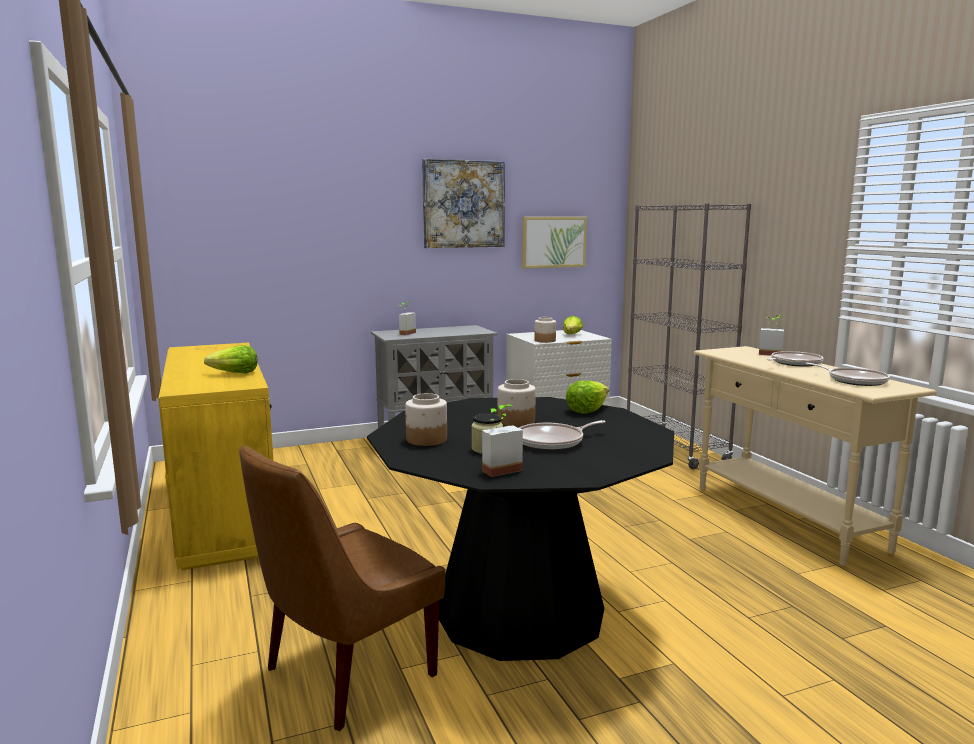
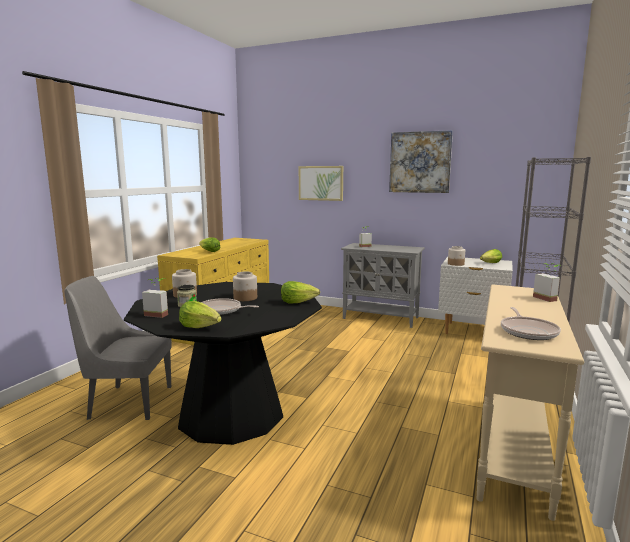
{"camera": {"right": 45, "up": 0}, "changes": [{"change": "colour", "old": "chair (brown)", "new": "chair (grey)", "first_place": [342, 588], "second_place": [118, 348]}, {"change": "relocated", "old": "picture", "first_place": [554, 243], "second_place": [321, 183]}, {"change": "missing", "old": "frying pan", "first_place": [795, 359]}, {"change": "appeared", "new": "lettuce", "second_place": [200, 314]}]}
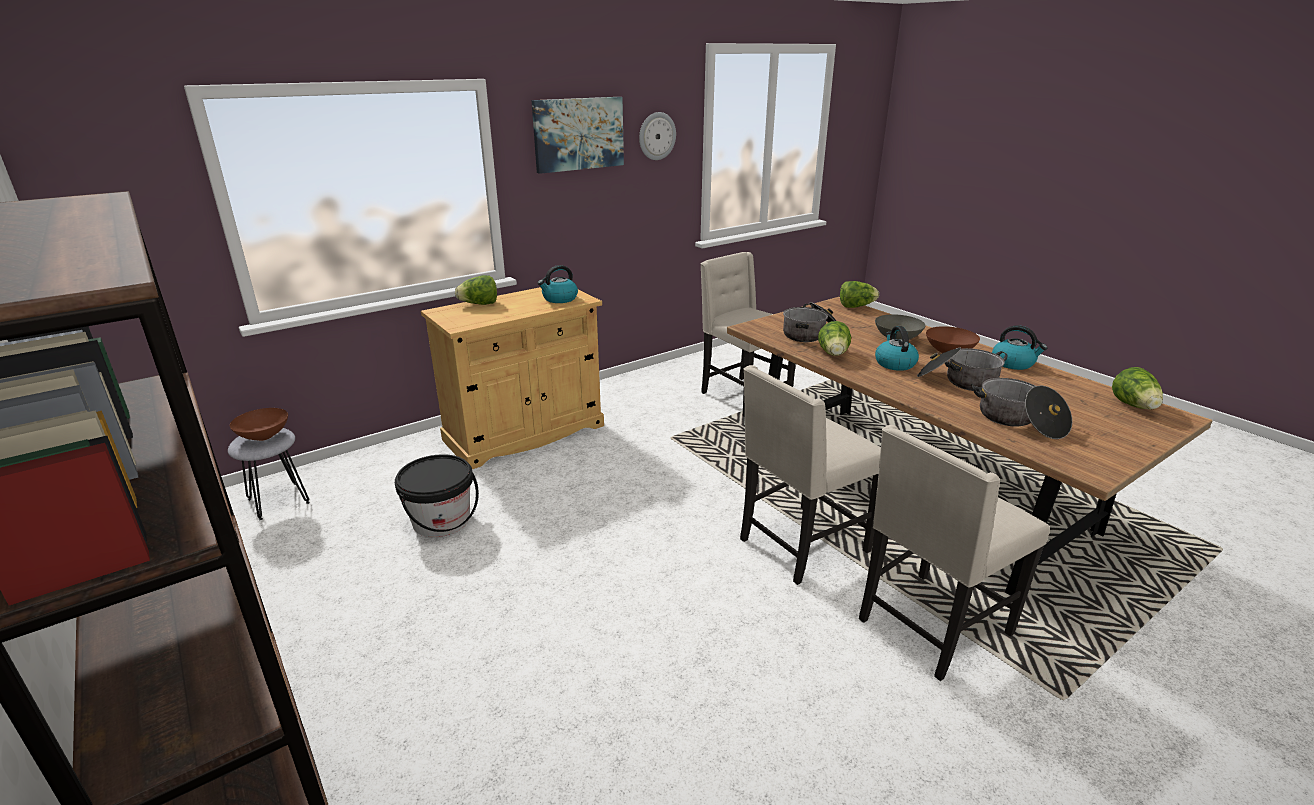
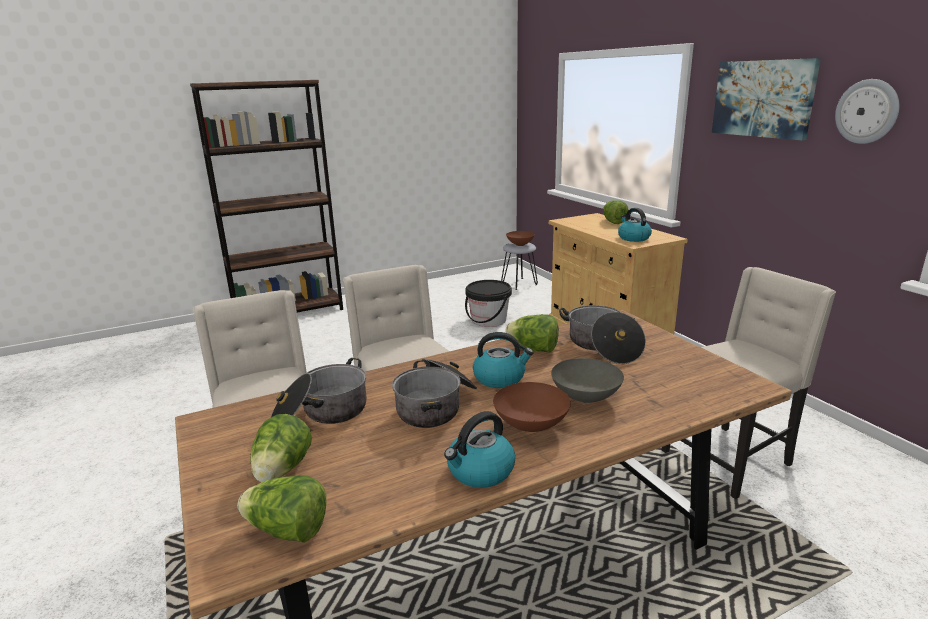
{"camera": {"right": 100, "up": -5}, "changes": [{"change": "relocated", "old": "lettuce", "first_place": [859, 294], "second_place": [281, 448]}]}
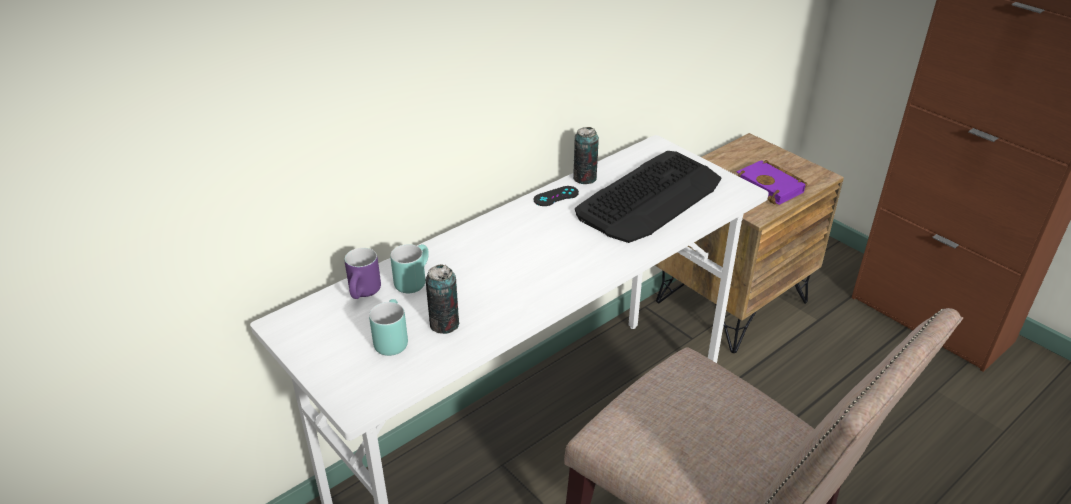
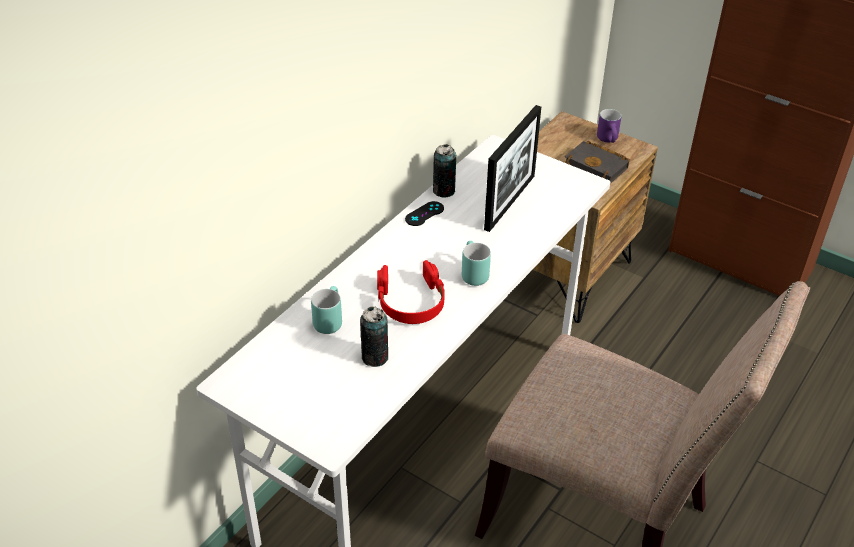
{"camera": {"right": -15, "up": 5}, "changes": [{"change": "relocated", "old": "mug (purple)", "first_place": [363, 273], "second_place": [609, 126]}, {"change": "relocated", "old": "mug (turquoise)", "first_place": [388, 327], "second_place": [476, 263]}, {"change": "exchanged", "old": "keyboard", "new": "picture frame", "first_place": [648, 197], "second_place": [512, 168]}, {"change": "colour", "old": "book (purple)", "new": "book (black)", "first_place": [772, 182], "second_place": [597, 162]}, {"change": "appeared", "new": "headphones (red)", "second_place": [411, 292]}]}
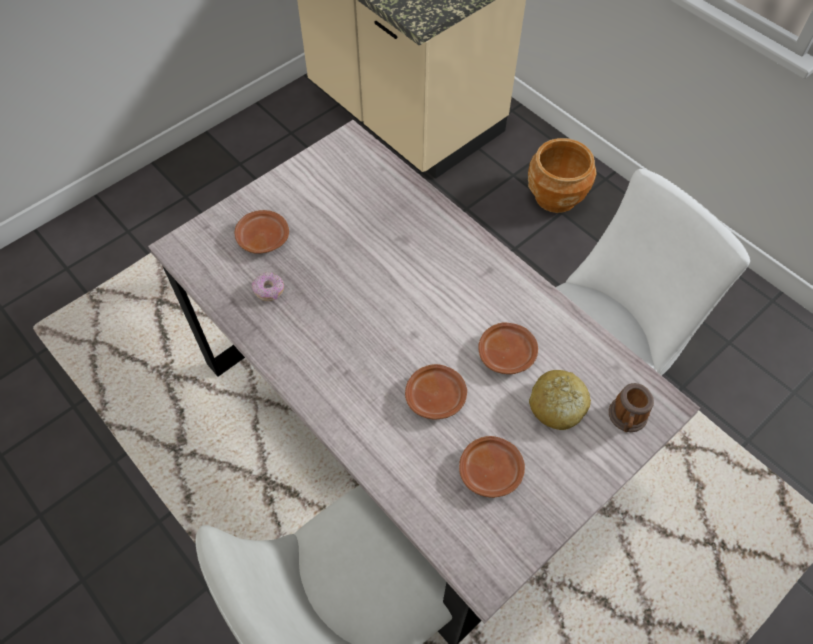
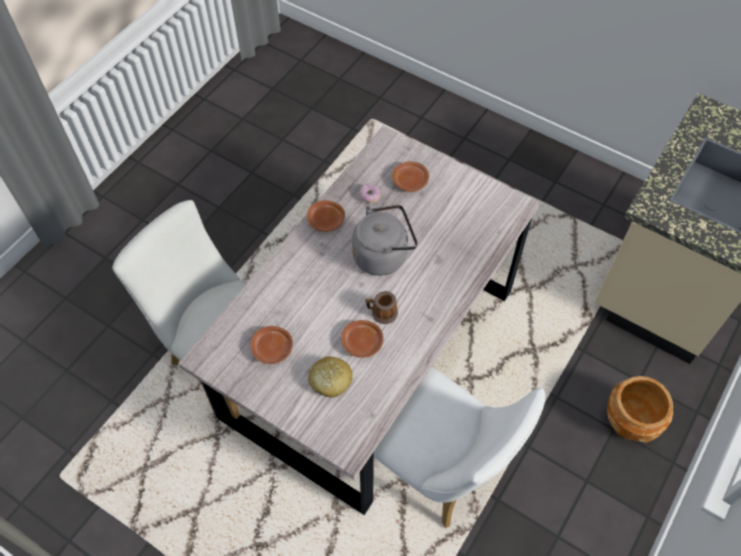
{"camera": {"right": 75, "up": 0}, "changes": [{"change": "relocated", "old": "plate (brown)", "first_place": [436, 392], "second_place": [326, 216]}, {"change": "relocated", "old": "mug", "first_place": [631, 407], "second_place": [381, 307]}, {"change": "appeared", "new": "kettle (grey)", "second_place": [385, 240]}]}
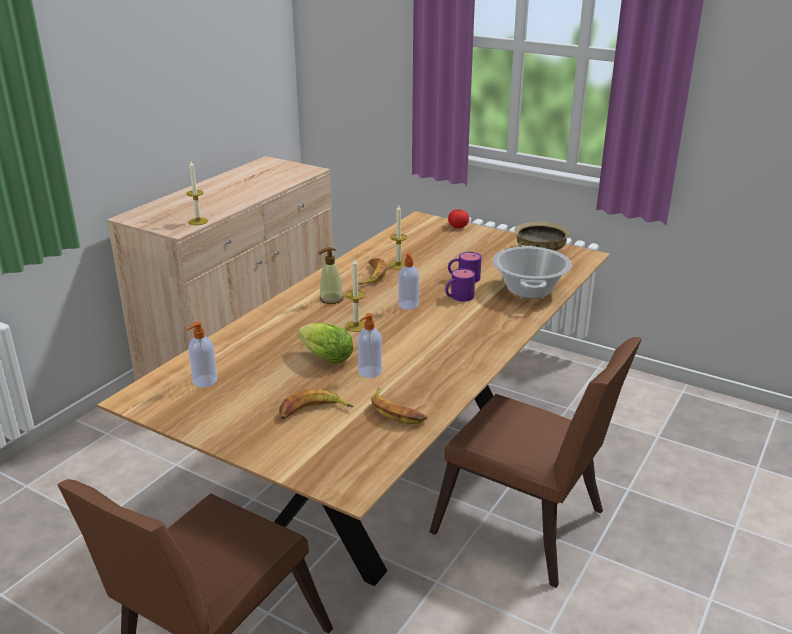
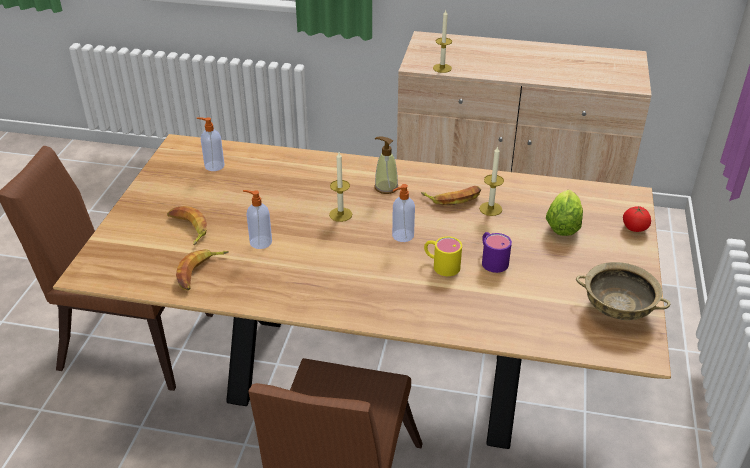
{"camera": {"right": 70, "up": 10}, "changes": [{"change": "relocated", "old": "lettuce", "first_place": [325, 343], "second_place": [564, 213]}, {"change": "colour", "old": "mug (purple)", "new": "mug (yellow)", "first_place": [460, 285], "second_place": [443, 256]}, {"change": "missing", "old": "cooking pot", "first_place": [532, 272]}]}
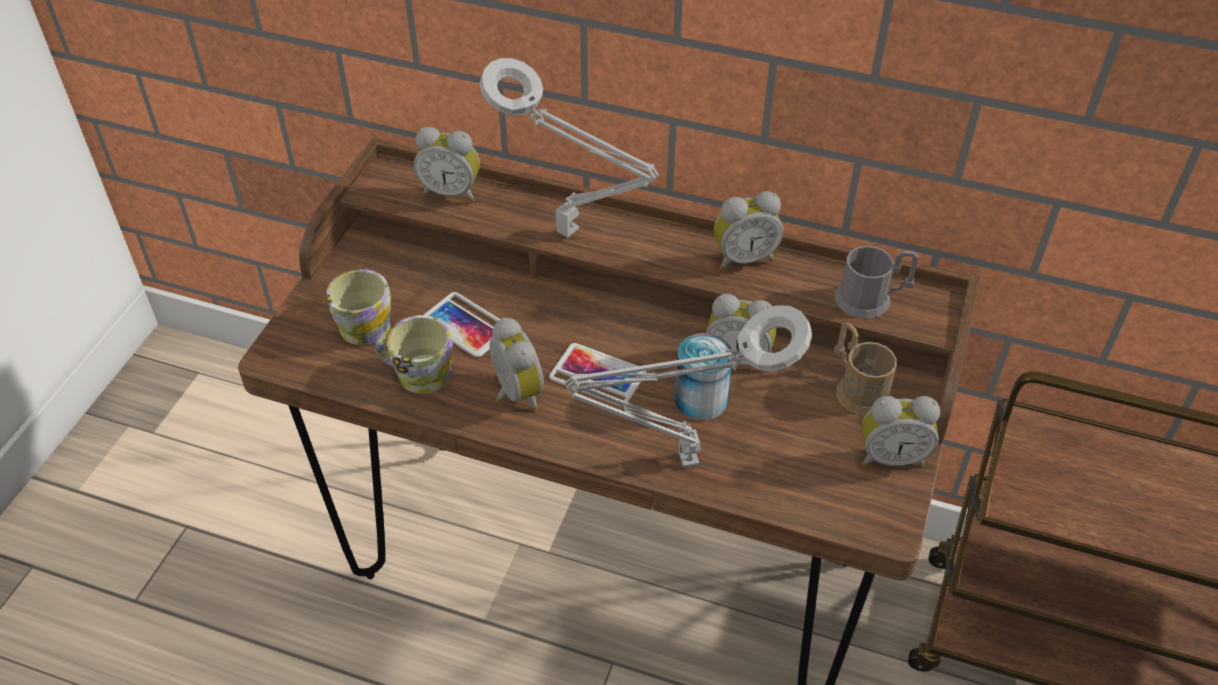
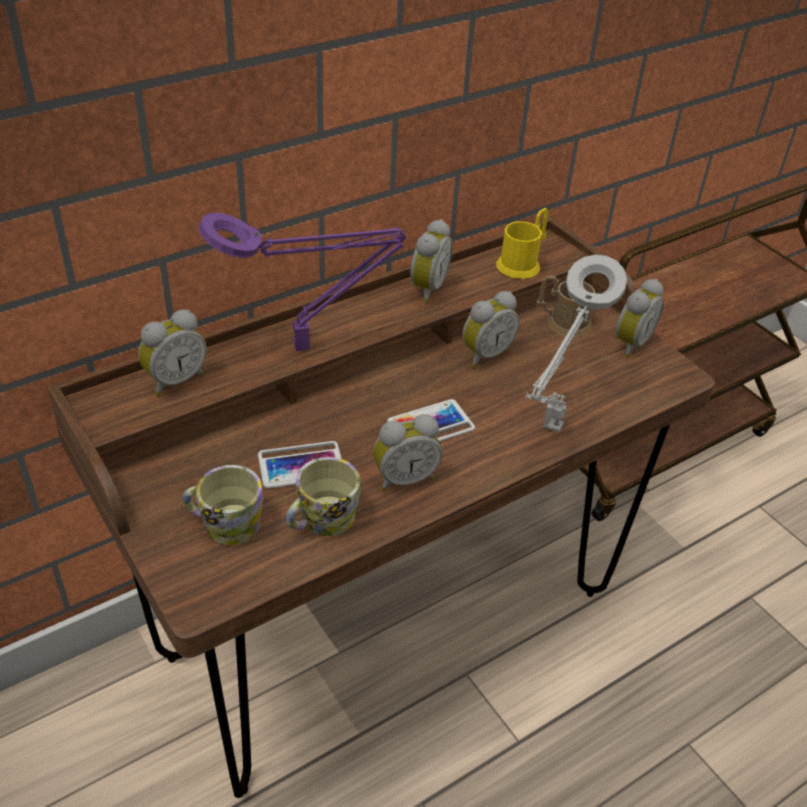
{"camera": {"right": -55, "up": -5}, "changes": [{"change": "colour", "old": "table lamp (grey)", "new": "table lamp (purple)", "first_place": [569, 148], "second_place": [302, 282]}, {"change": "spun", "old": "alarm clock", "first_place": [516, 364], "second_place": [407, 452], "degrees": 150}, {"change": "missing", "old": "can", "first_place": [703, 377]}, {"change": "colour", "old": "mug (grey)", "new": "mug (yellow)", "first_place": [876, 282], "second_place": [522, 243]}]}
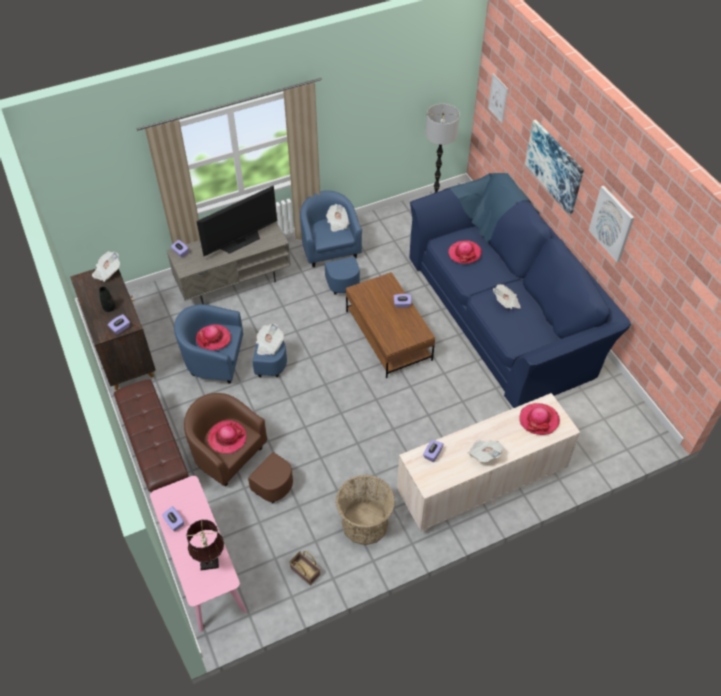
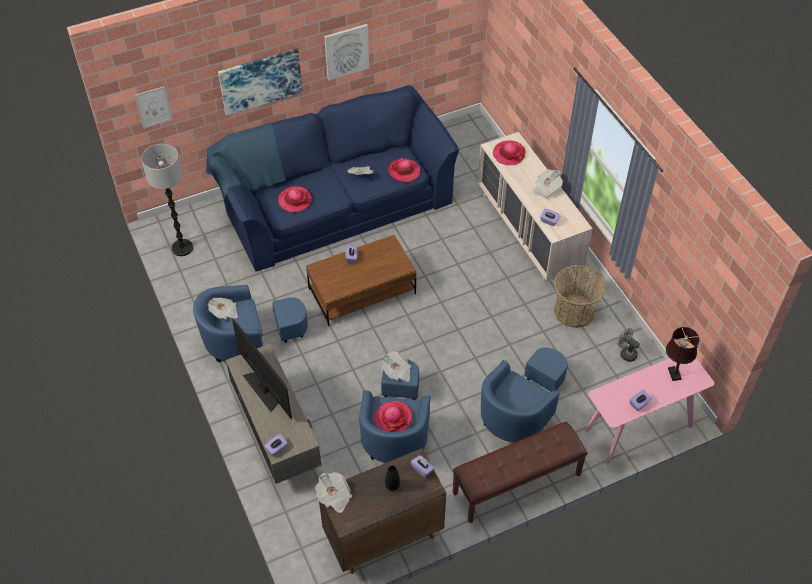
{"camera": {"right": -90, "up": 0}, "changes": [{"change": "colour", "old": "armchair (brown)", "new": "armchair (blue)", "first_place": [238, 448], "second_place": [524, 395]}, {"change": "relocated", "old": "hat", "first_place": [227, 437], "second_place": [404, 170]}, {"change": "exchanged", "old": "basket", "new": "fan (grey)", "first_place": [304, 568], "second_place": [628, 345]}]}
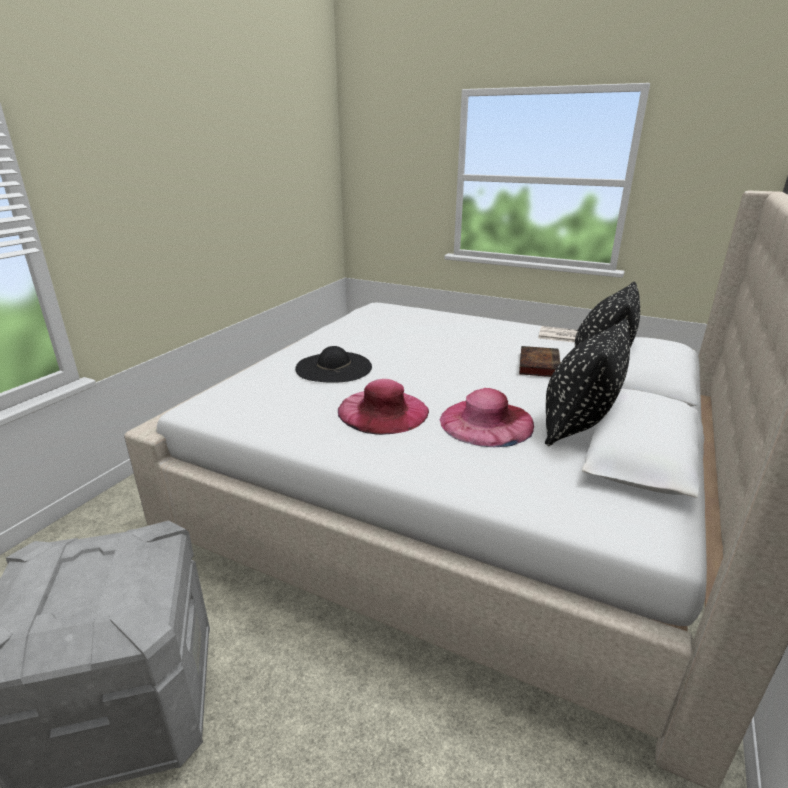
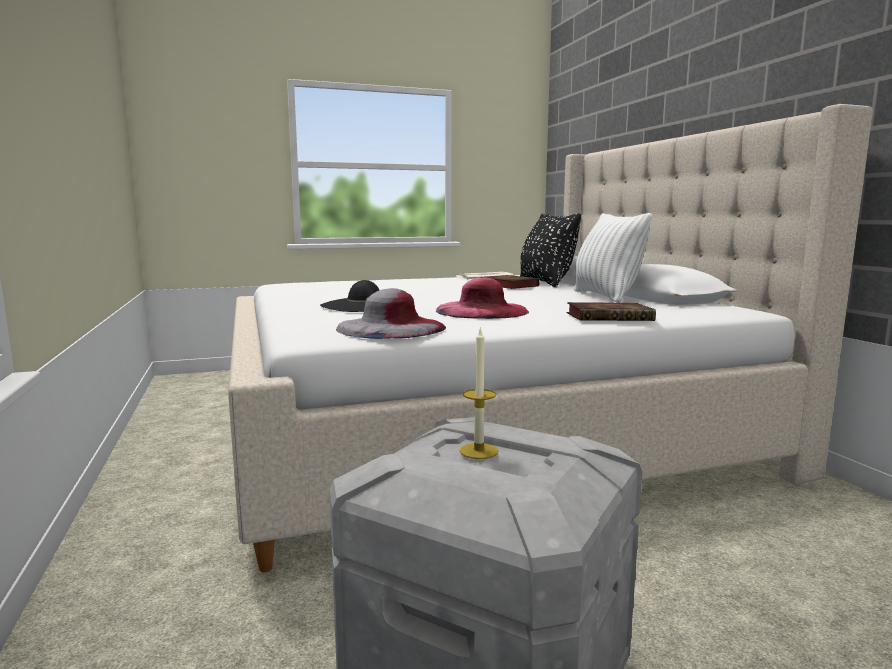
{"camera": {"right": -45, "up": -15}, "changes": [{"change": "missing", "old": "hat (pink)", "first_place": [486, 417]}, {"change": "colour", "old": "pillow (black)", "new": "pillow (white)", "first_place": [587, 382], "second_place": [613, 258]}, {"change": "appeared", "new": "hat (grey)", "second_place": [391, 313]}, {"change": "appeared", "new": "candle", "second_place": [478, 393]}, {"change": "appeared", "new": "book", "second_place": [611, 311]}]}
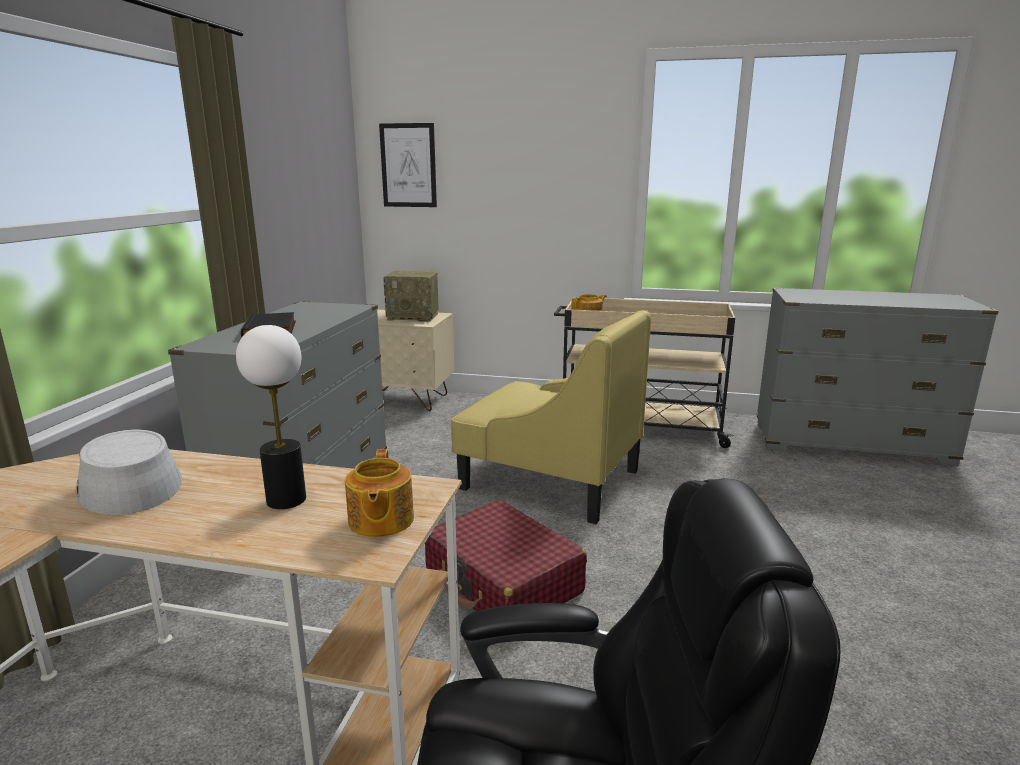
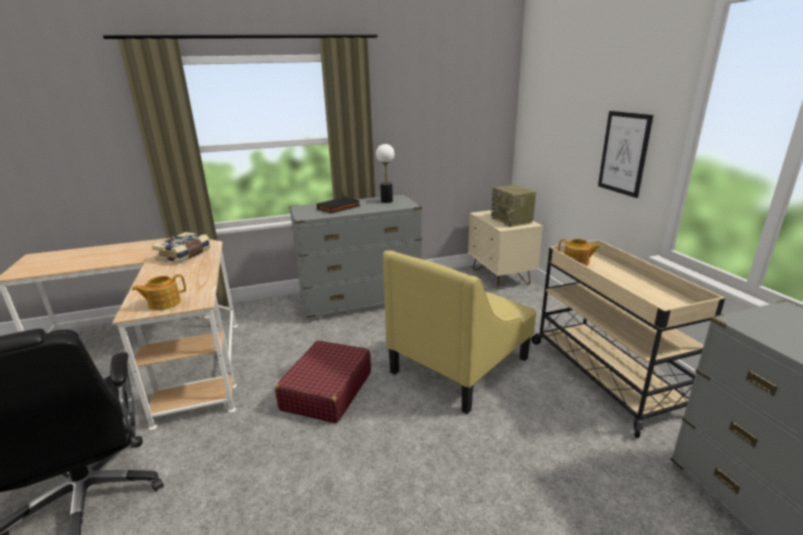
{"camera": {"right": 60, "up": 5}, "changes": [{"change": "exchanged", "old": "hat (grey)", "new": "book", "first_place": [129, 472], "second_place": [181, 248]}, {"change": "relocated", "old": "table lamp", "first_place": [271, 417], "second_place": [385, 173]}, {"change": "relocated", "old": "picture", "first_place": [408, 165], "second_place": [625, 154]}, {"change": "spun", "old": "armchair (yellow)", "first_place": [551, 417], "second_place": [459, 332], "degrees": 45}]}
